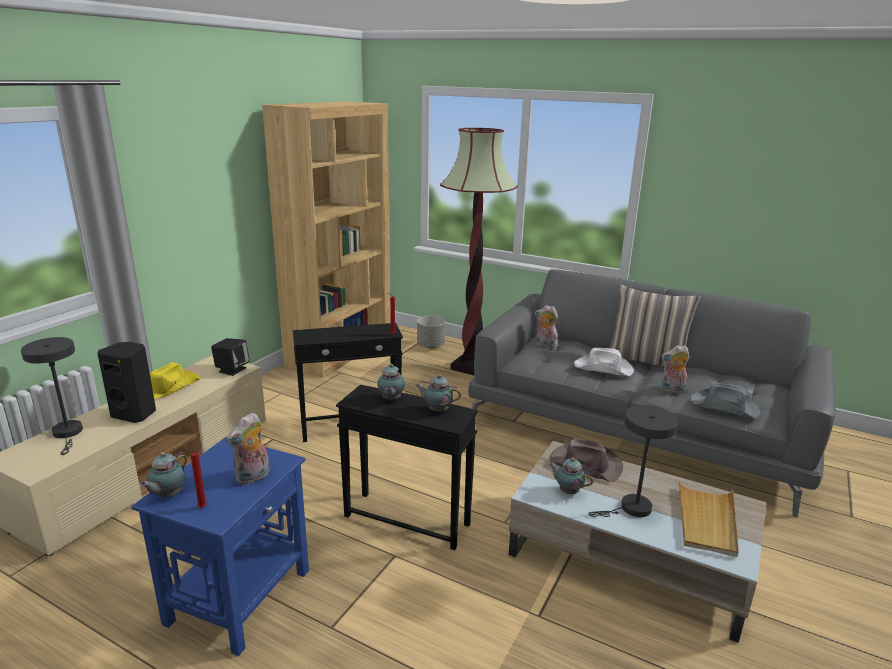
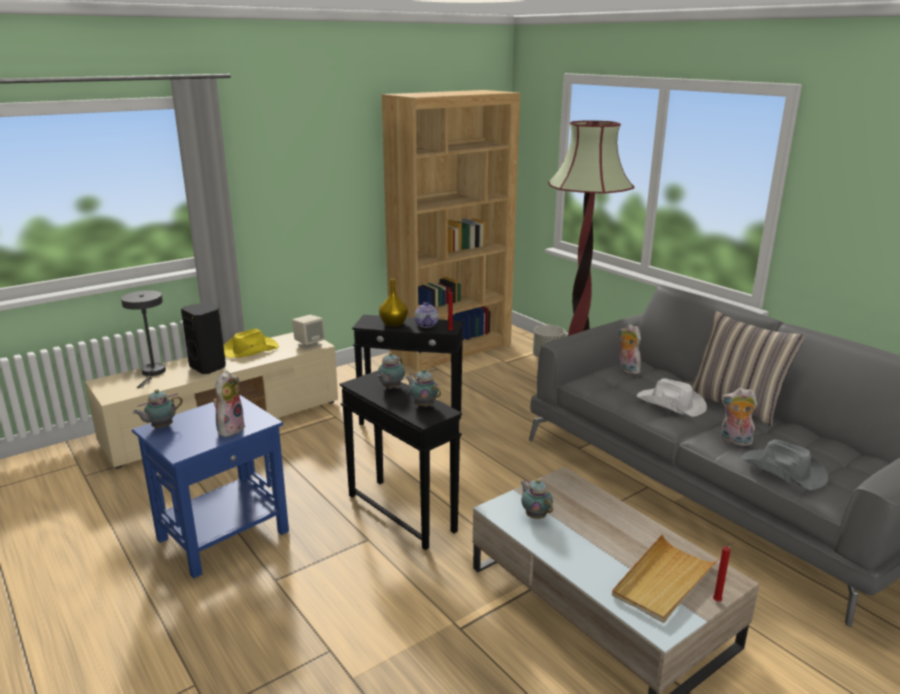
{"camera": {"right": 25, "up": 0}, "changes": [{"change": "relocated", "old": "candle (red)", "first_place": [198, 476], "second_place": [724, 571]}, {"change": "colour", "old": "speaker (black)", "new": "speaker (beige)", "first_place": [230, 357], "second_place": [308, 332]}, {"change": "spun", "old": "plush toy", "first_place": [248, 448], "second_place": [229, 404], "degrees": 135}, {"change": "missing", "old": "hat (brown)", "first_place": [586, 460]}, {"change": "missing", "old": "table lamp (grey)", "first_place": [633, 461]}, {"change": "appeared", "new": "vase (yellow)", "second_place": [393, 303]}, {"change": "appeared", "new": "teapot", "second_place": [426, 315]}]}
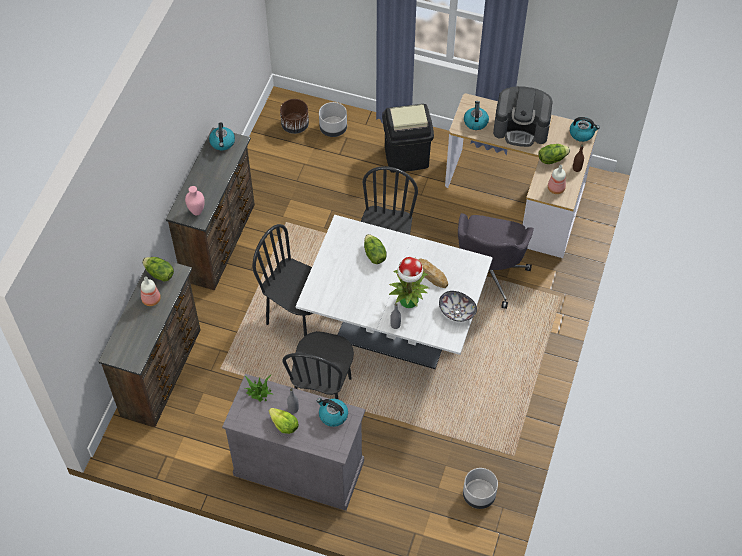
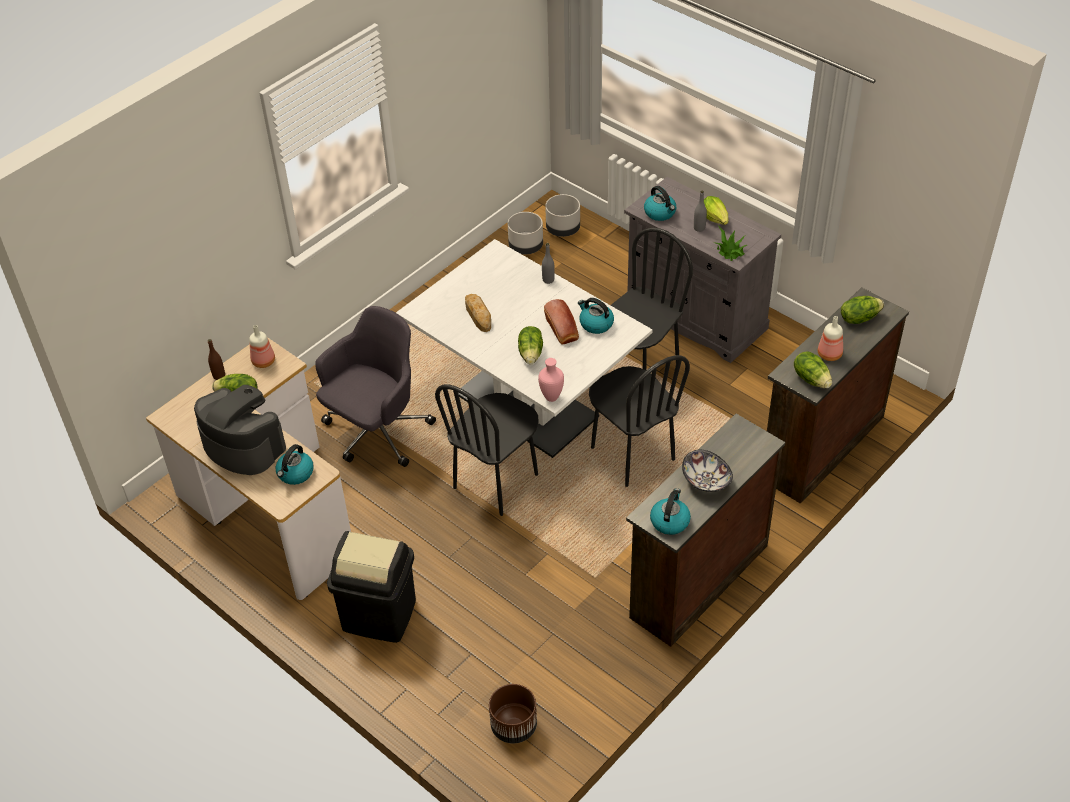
{"camera": {"right": -155, "up": -10}, "changes": [{"change": "relocated", "old": "vase (pink)", "first_place": [195, 200], "second_place": [551, 380]}, {"change": "relocated", "old": "planter (grey)", "first_place": [333, 119], "second_place": [562, 215]}, {"change": "missing", "old": "potted plant", "first_place": [409, 282]}, {"change": "relocated", "old": "bowl", "first_place": [458, 306], "second_place": [707, 470]}, {"change": "relocated", "old": "kettle", "first_place": [585, 129], "second_place": [596, 316]}, {"change": "appeared", "new": "bread", "second_place": [561, 322]}, {"change": "appeared", "new": "lettuce", "second_place": [862, 310]}]}
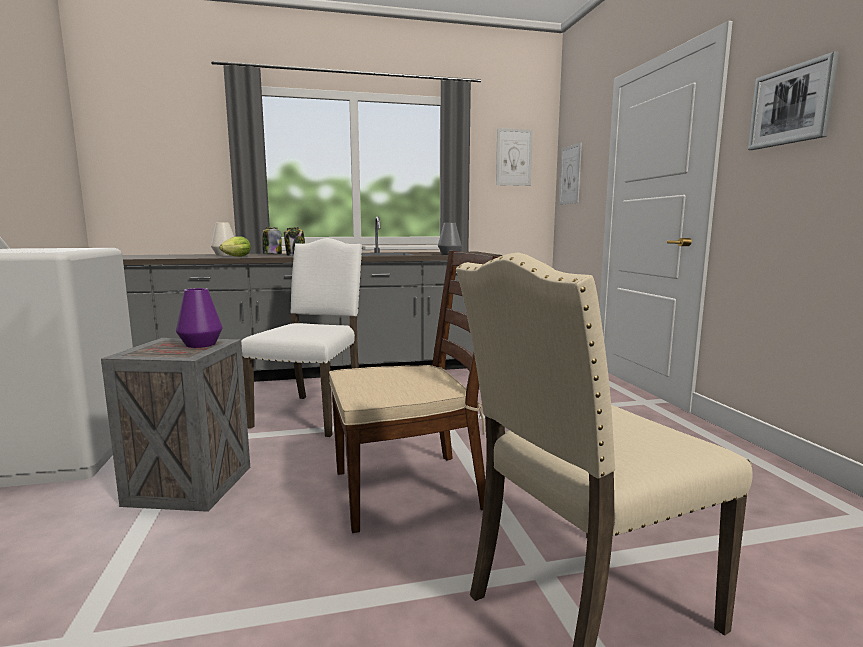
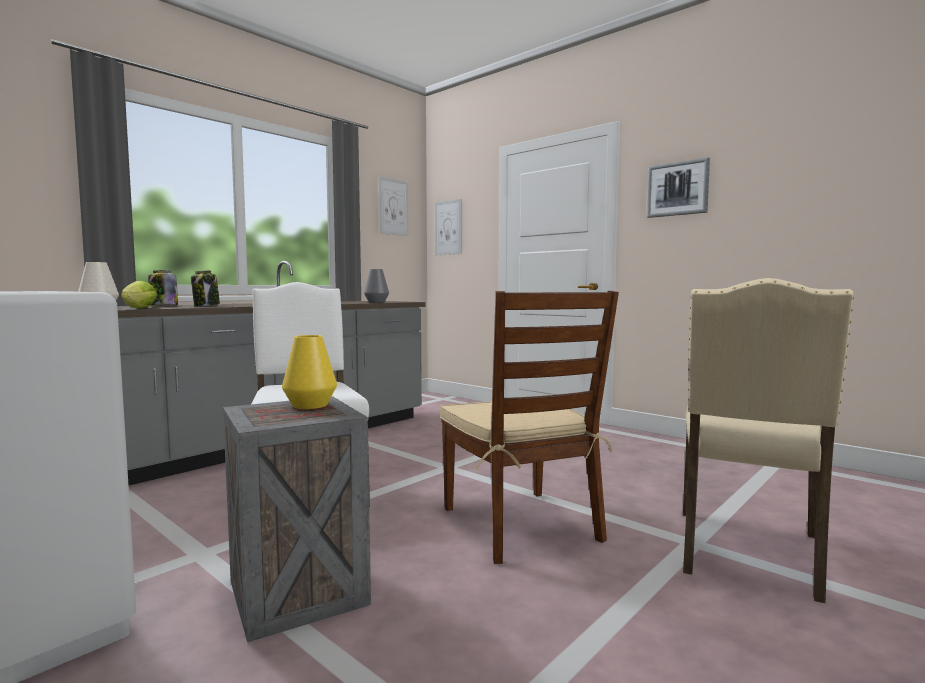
{"camera": {"right": -35, "up": -5}, "changes": [{"change": "colour", "old": "vase (purple)", "new": "vase (yellow)", "first_place": [199, 318], "second_place": [309, 372]}, {"change": "spun", "old": "chair (brown)", "first_place": [414, 391], "second_place": [529, 427], "degrees": 120}]}
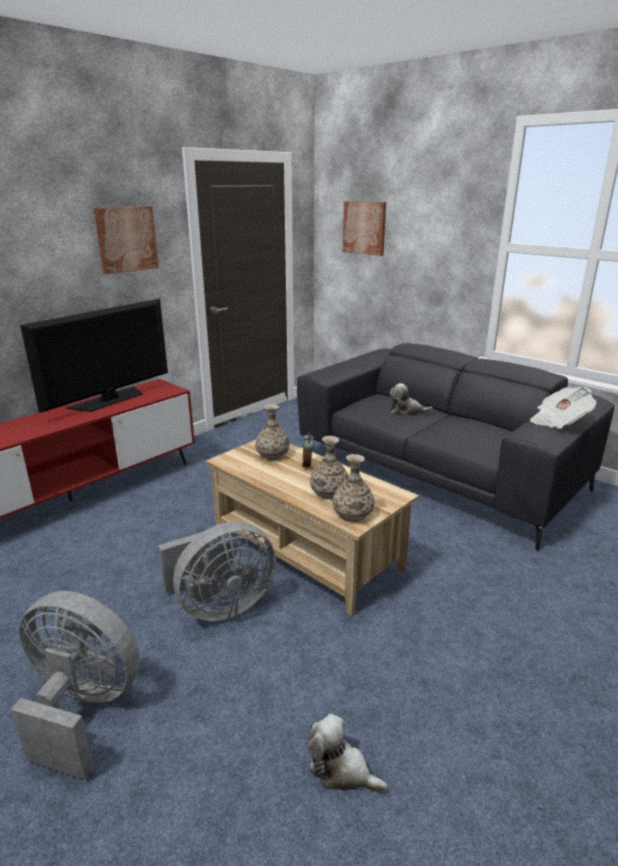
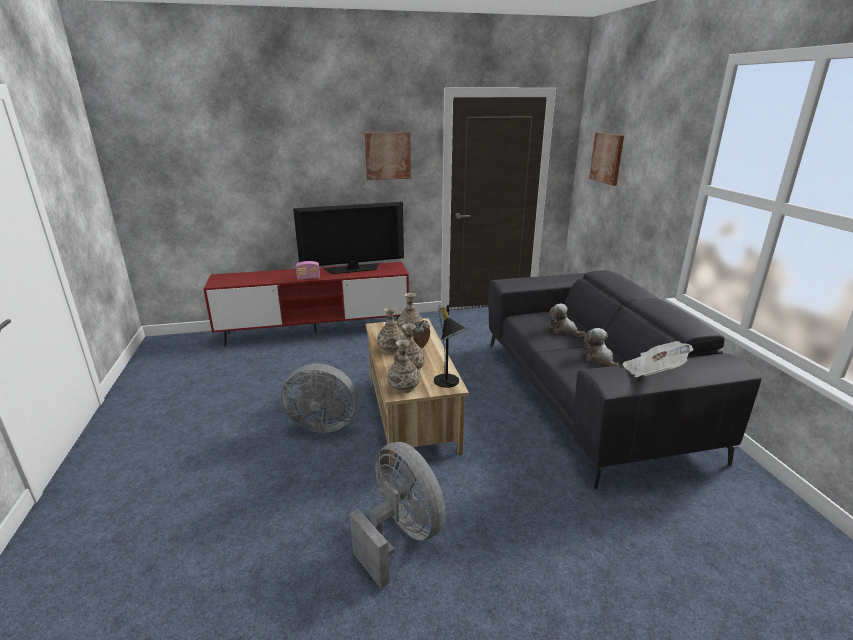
{"camera": {"right": 35, "up": 0}, "changes": [{"change": "relocated", "old": "fan (grey)", "first_place": [75, 685], "second_place": [398, 515]}, {"change": "relocated", "old": "plush toy", "first_place": [348, 753], "second_place": [601, 347]}, {"change": "appeared", "new": "radio", "second_place": [308, 270]}, {"change": "appeared", "new": "vase", "second_place": [391, 330]}, {"change": "appeared", "new": "table lamp (black)", "second_place": [450, 346]}]}
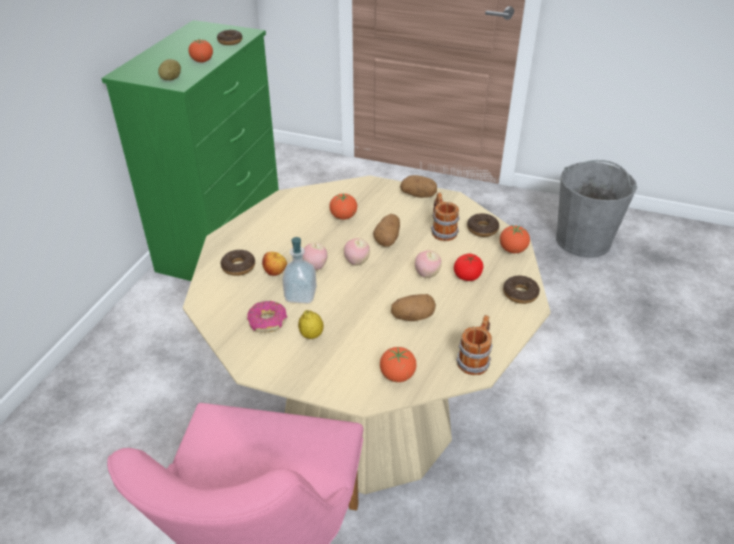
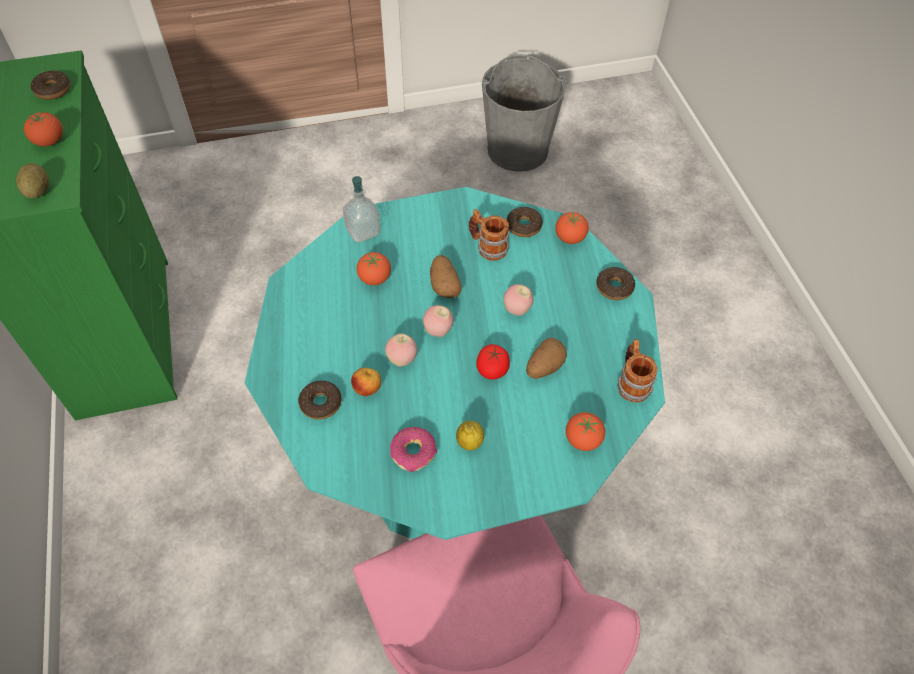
{"camera": {"right": -35, "up": 15}, "changes": [{"change": "colour", "old": "dining table (beige)", "new": "dining table (turquoise)", "first_place": [367, 335], "second_place": [455, 363]}, {"change": "relocated", "old": "soap dispenser", "first_place": [299, 270], "second_place": [361, 209]}, {"change": "missing", "old": "potato", "first_place": [418, 186]}, {"change": "relocated", "old": "tomato", "first_place": [468, 267], "second_place": [493, 362]}]}
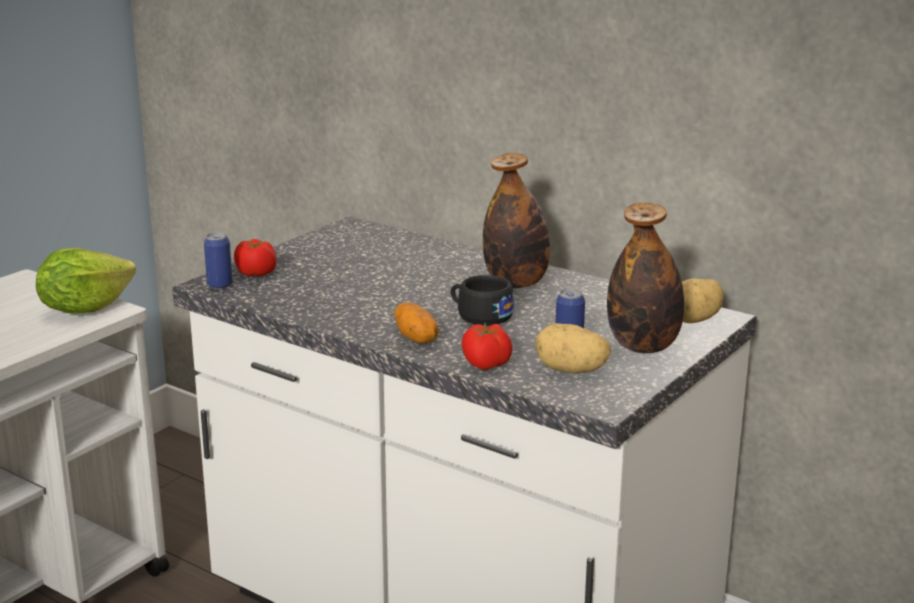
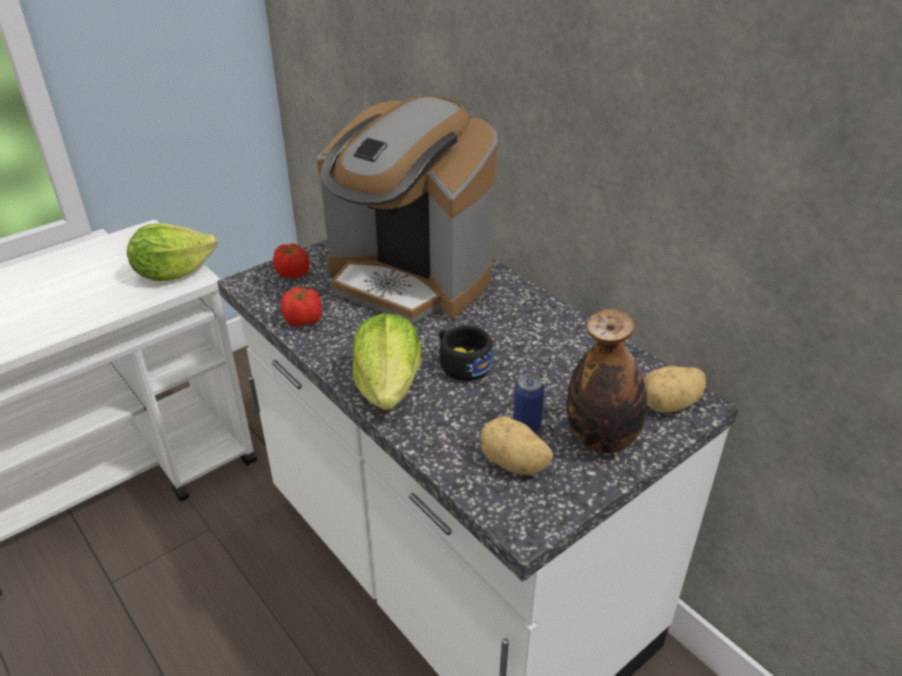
{"camera": {"right": 15, "up": 15}, "changes": [{"change": "missing", "old": "can", "first_place": [218, 260]}, {"change": "exchanged", "old": "potato", "new": "lettuce", "first_place": [417, 323], "second_place": [387, 361]}, {"change": "relocated", "old": "tomato", "first_place": [487, 346], "second_place": [301, 306]}, {"change": "missing", "old": "bottle", "first_place": [516, 220]}, {"change": "appeared", "new": "coffee machine", "second_place": [407, 209]}]}
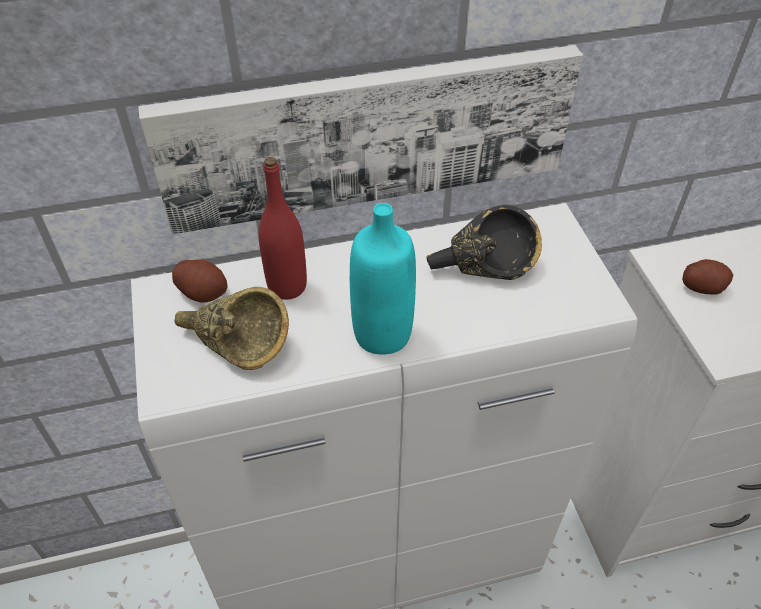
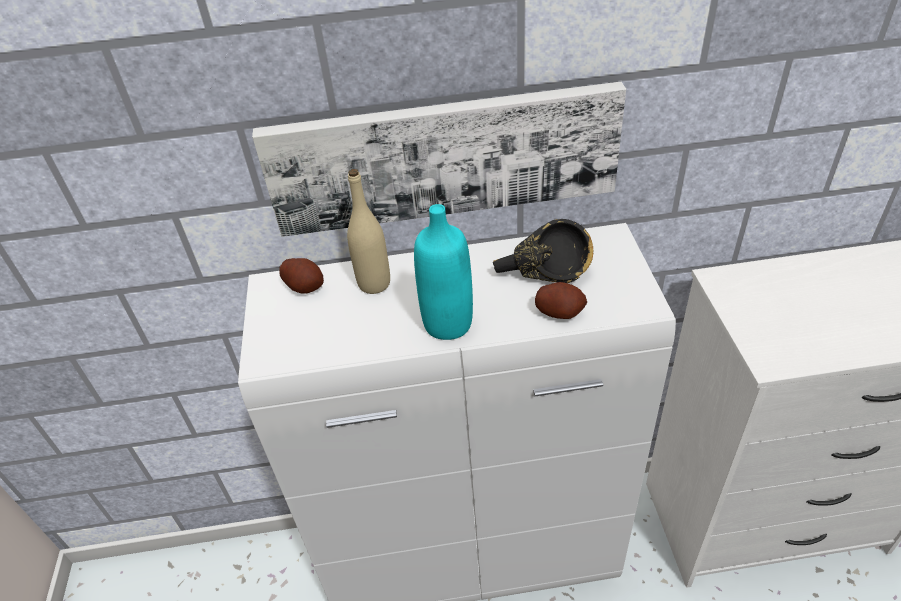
{"camera": {"right": 10, "up": -5}, "changes": [{"change": "missing", "old": "bowl (brown)", "first_place": [232, 328]}, {"change": "colour", "old": "bottle (red)", "new": "bottle (beige)", "first_place": [282, 228], "second_place": [368, 231]}, {"change": "relocated", "old": "potato", "first_place": [707, 276], "second_place": [561, 300]}]}
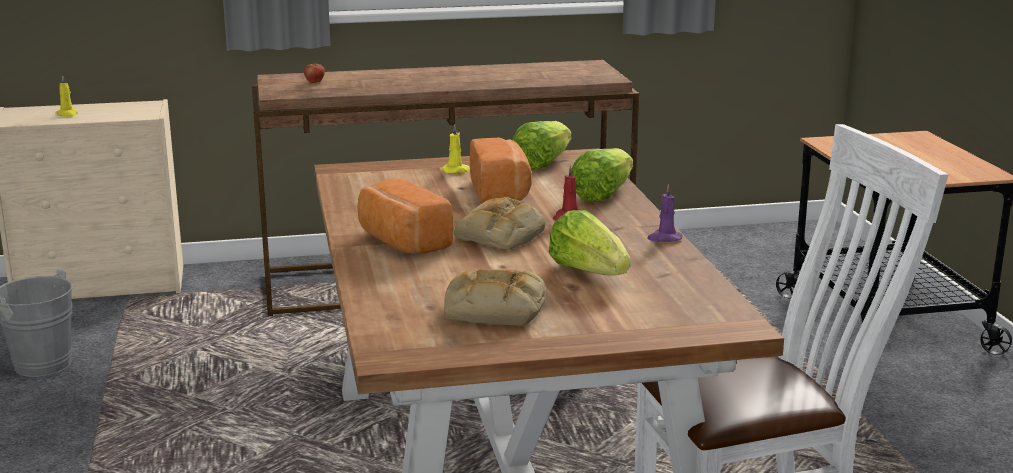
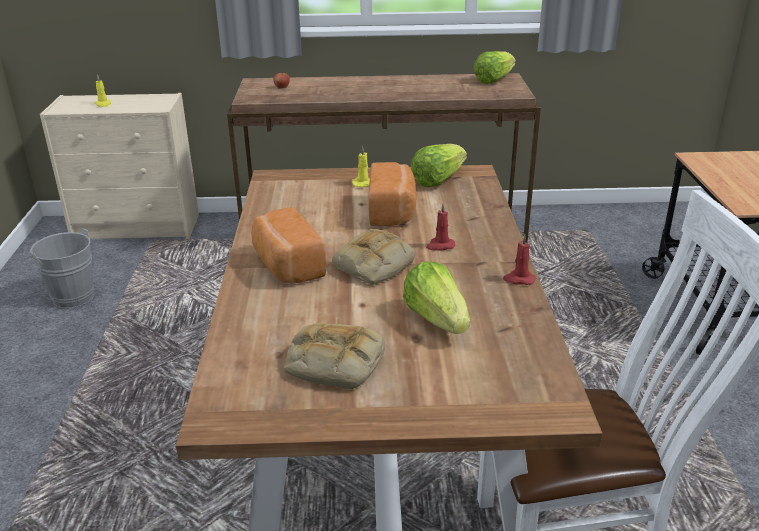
{"camera": {"right": 10, "up": 10}, "changes": [{"change": "relocated", "old": "lettuce", "first_place": [602, 175], "second_place": [495, 67]}, {"change": "colour", "old": "candle (purple)", "new": "candle (red)", "first_place": [664, 213], "second_place": [519, 259]}]}
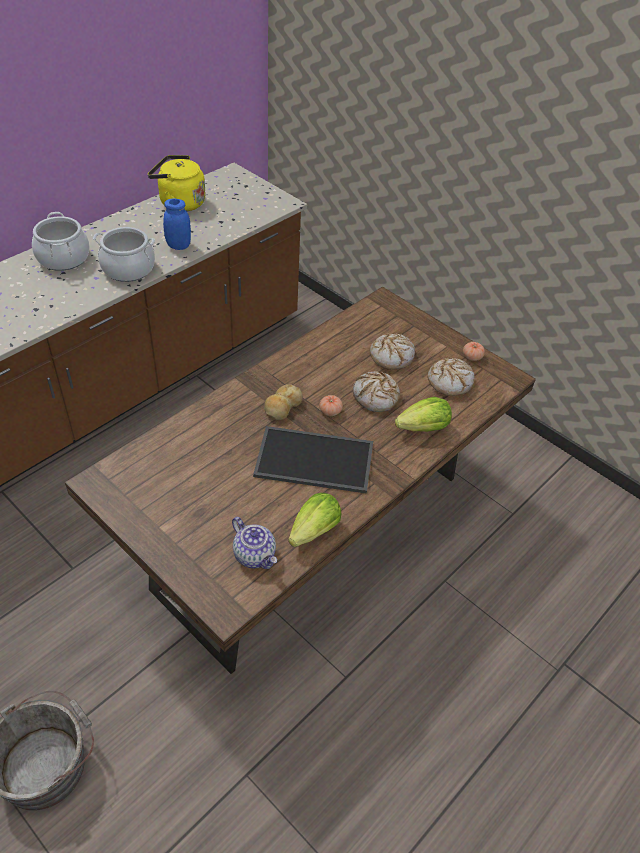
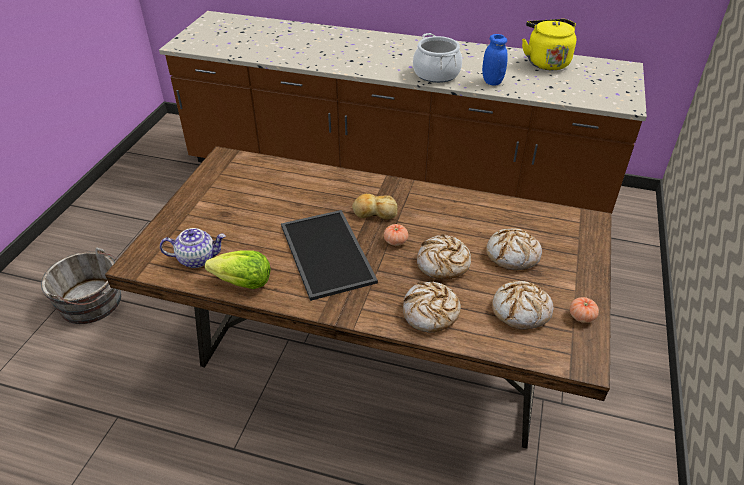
{"camera": {"right": 65, "up": -5}, "changes": [{"change": "missing", "old": "cooking pot", "first_place": [60, 241]}, {"change": "spun", "old": "teapot", "first_place": [254, 543], "second_place": [193, 248], "degrees": -120}, {"change": "exchanged", "old": "lettuce", "new": "bread", "first_place": [423, 414], "second_place": [432, 307]}]}
